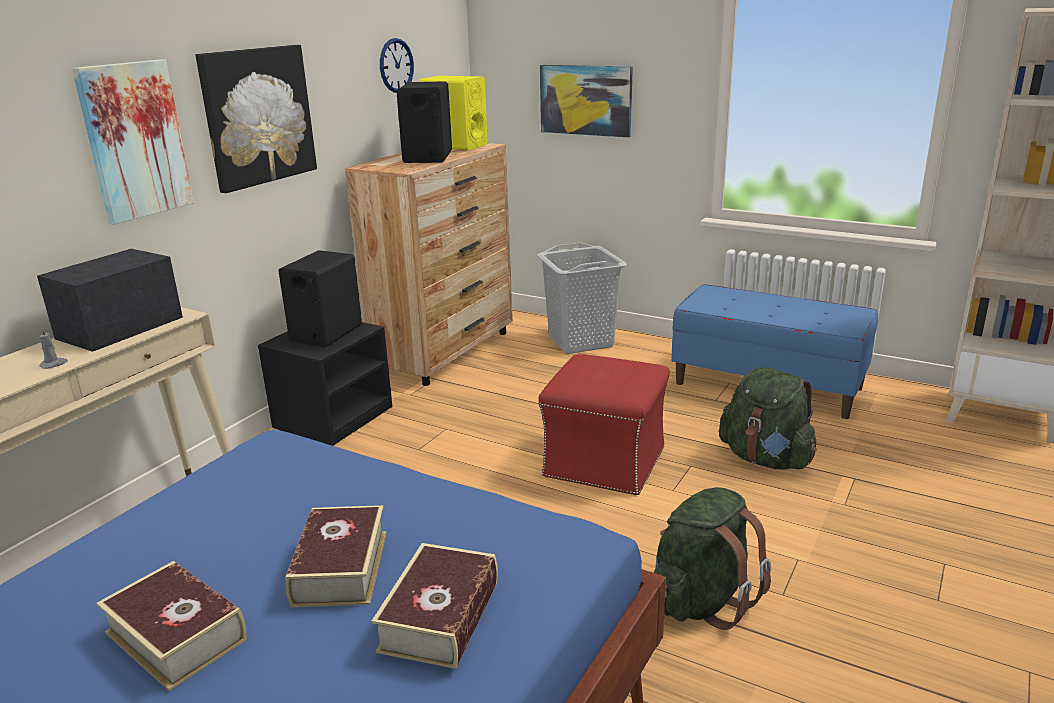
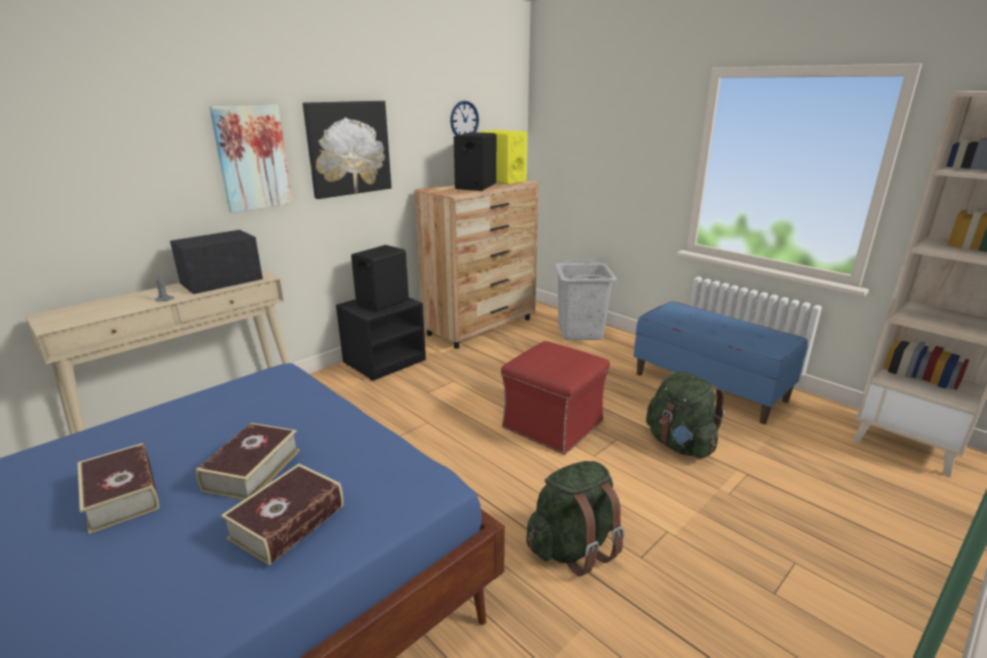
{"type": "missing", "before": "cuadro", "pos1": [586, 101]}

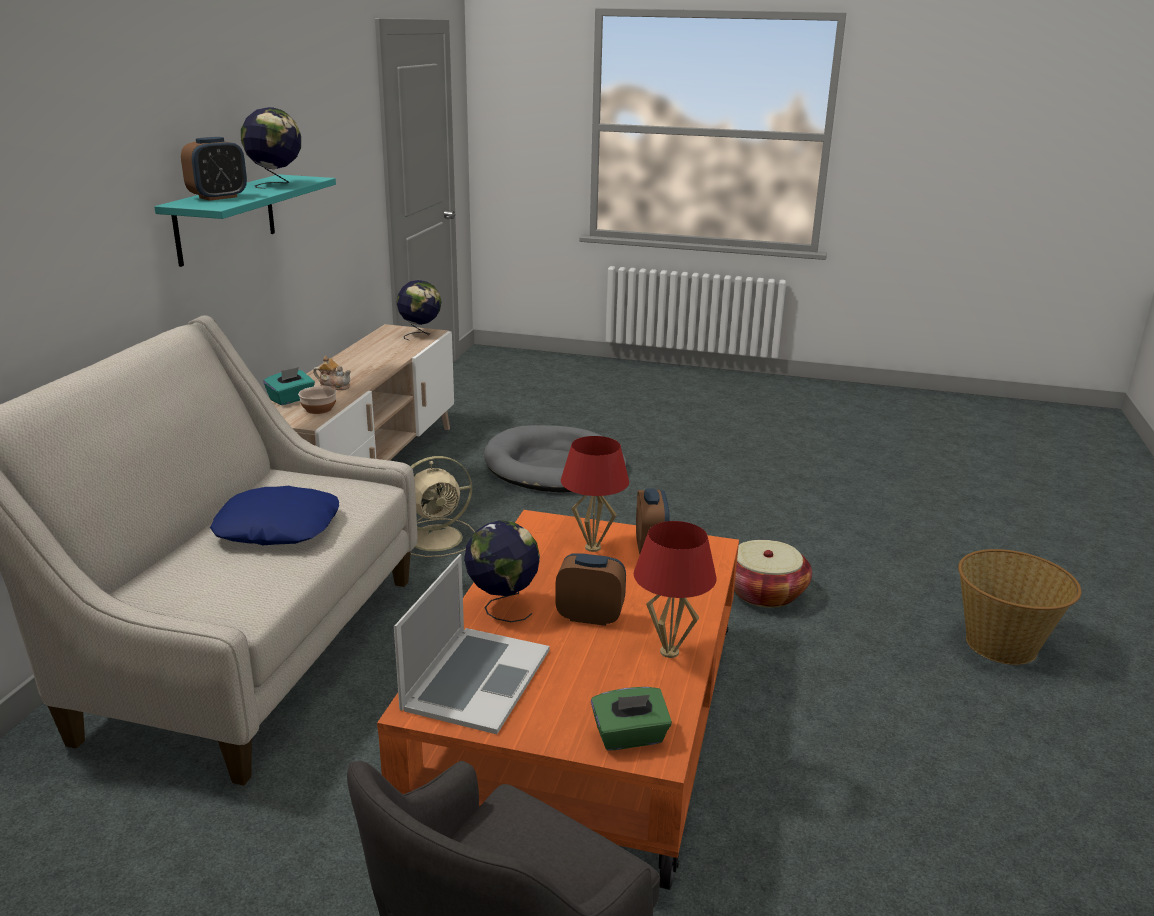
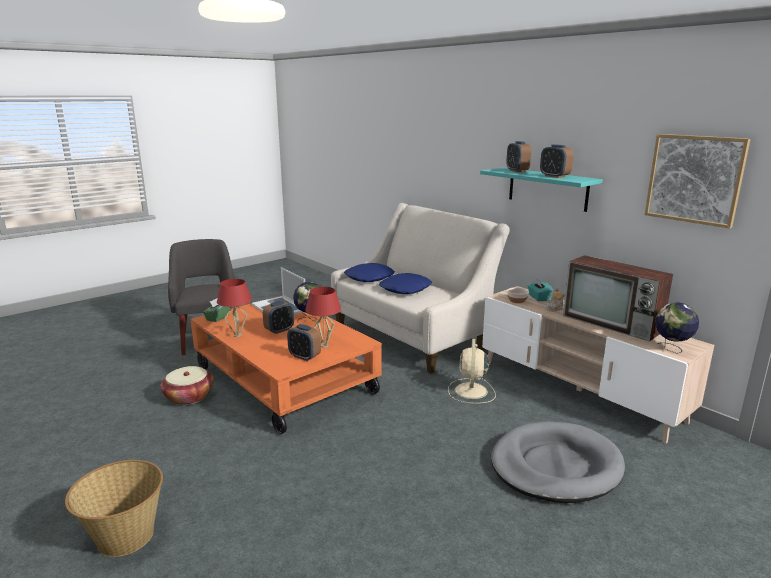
{"type": "appeared", "after": "cojín (azul)", "pos2": [369, 272]}
{"type": "appeared", "after": "televisor", "pos2": [618, 298]}
{"type": "appeared", "after": "cuadro", "pos2": [697, 181]}
{"type": "relocated", "before": "cesta", "pos1": [773, 574], "pos2": [187, 385]}
{"type": "exchanged", "before": "globo terráqueo", "after": "despertador", "pos1": [271, 148], "pos2": [556, 161]}

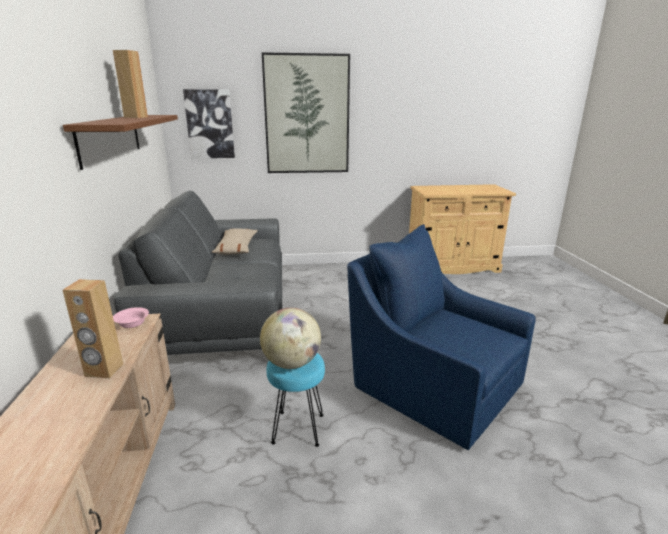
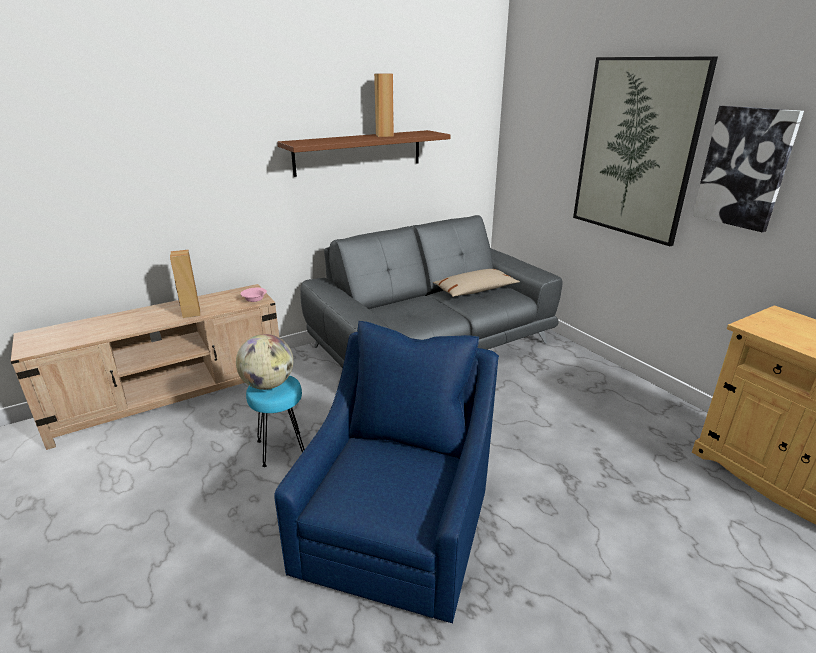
{"type": "relocated", "before": "cuadro", "pos1": [209, 123], "pos2": [748, 169]}

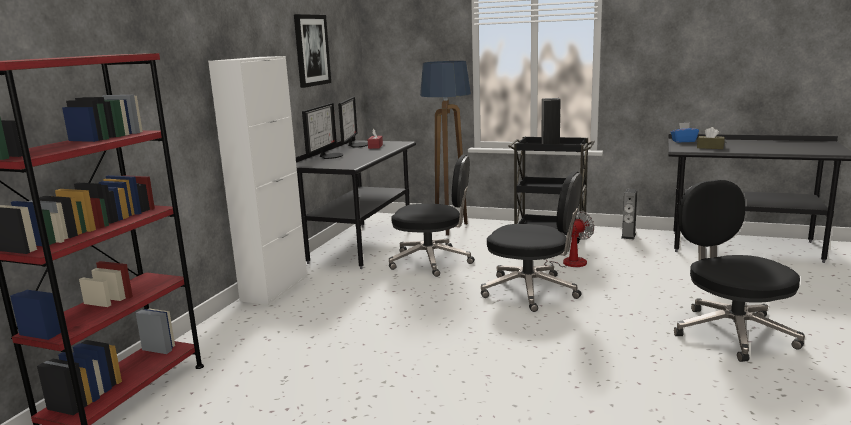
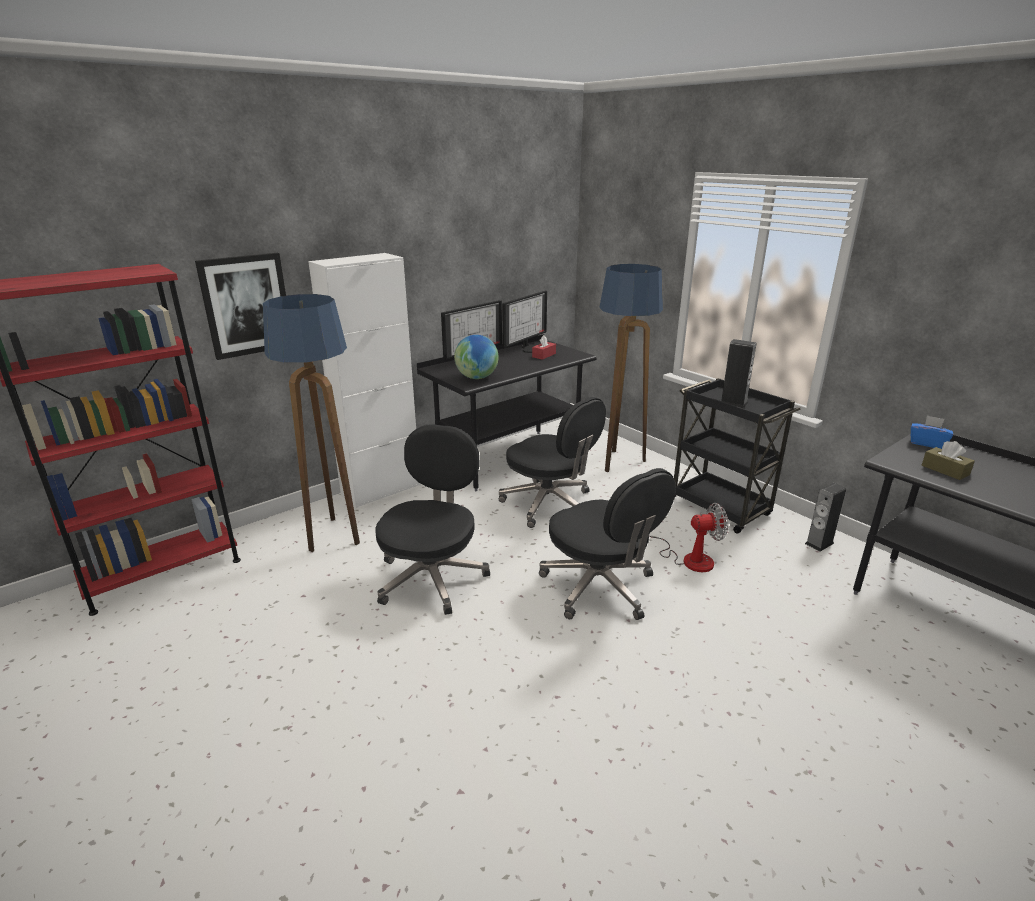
{"type": "appeared", "after": "lámpara de pie", "pos2": [311, 423]}
{"type": "appeared", "after": "globo terráqueo", "pos2": [476, 357]}
{"type": "relocated", "before": "cuadro", "pos1": [312, 51], "pos2": [240, 306]}
{"type": "relocated", "before": "silla de oficina (negro)", "pos1": [739, 271], "pos2": [432, 519]}

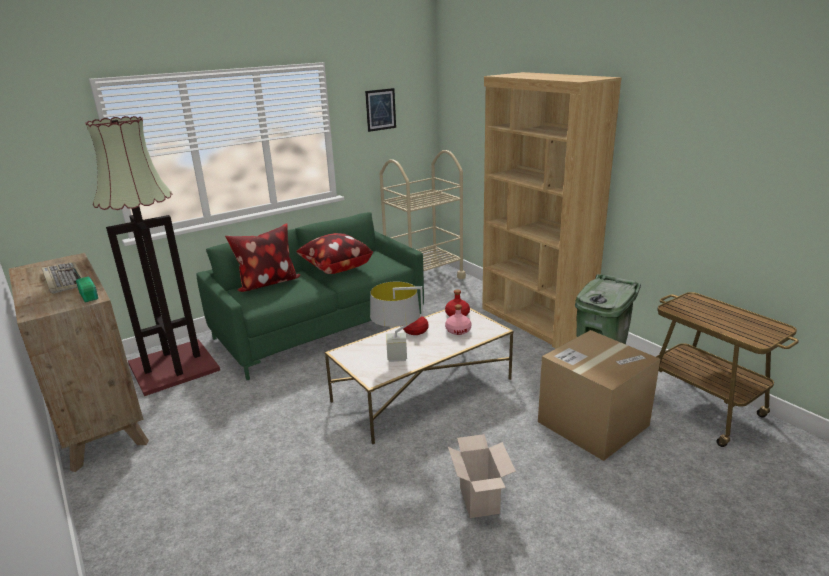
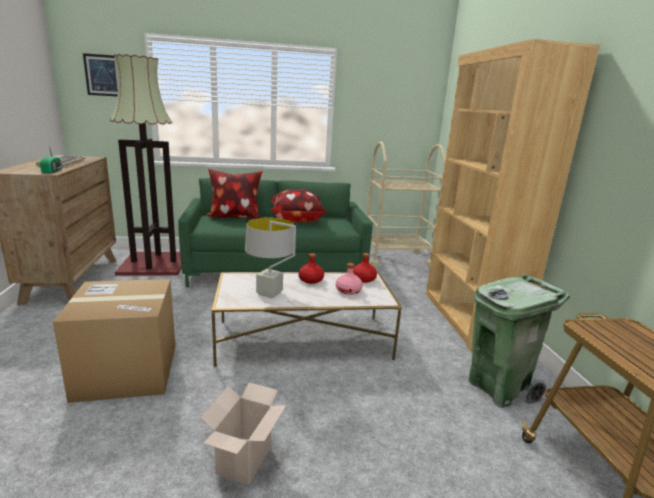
{"type": "relocated", "before": "cuadro", "pos1": [380, 110], "pos2": [100, 74]}
{"type": "relocated", "before": "caja de cartón", "pos1": [599, 395], "pos2": [114, 341]}

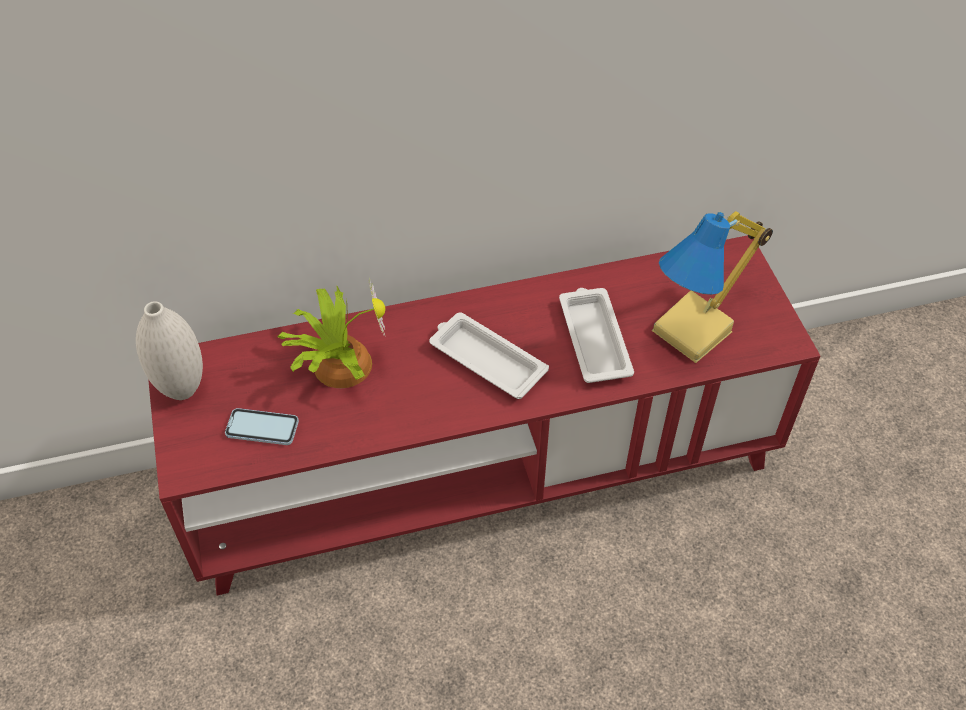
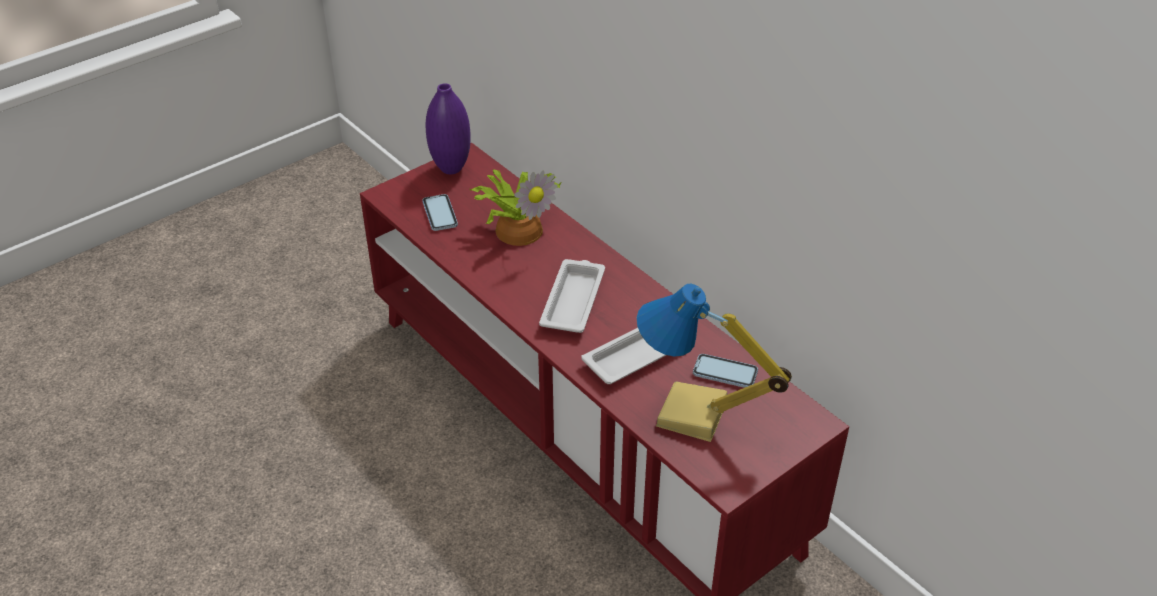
{"type": "appeared", "after": "móvil", "pos2": [725, 371]}
{"type": "colour", "before": "florero (blanco)", "after": "florero (morado)", "pos1": [169, 350], "pos2": [448, 128]}

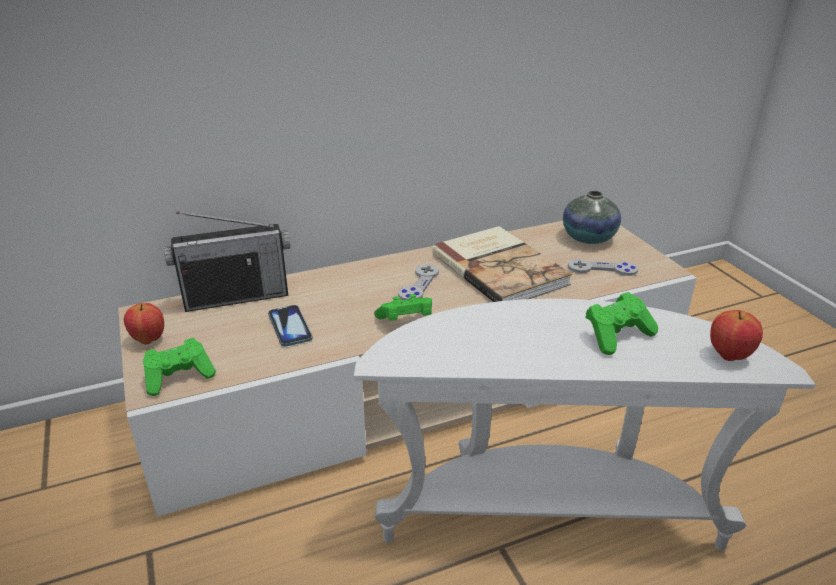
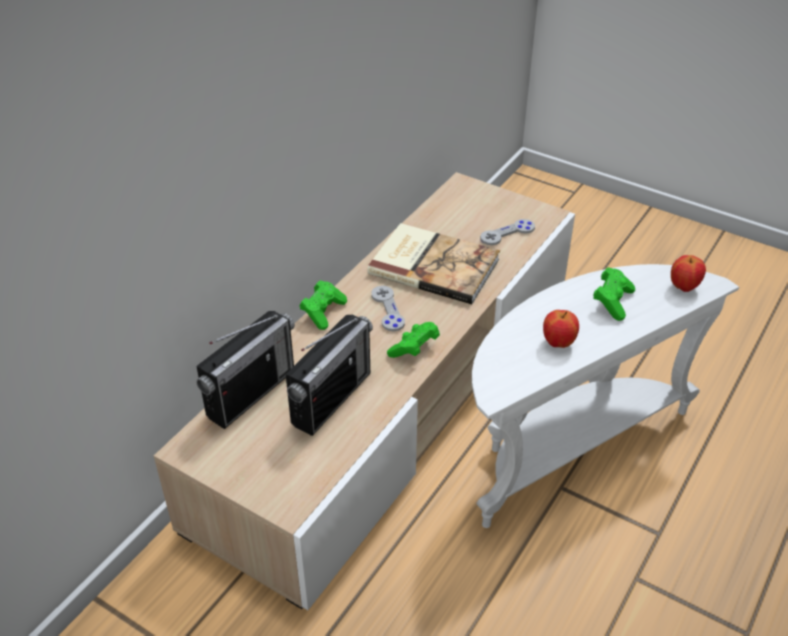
{"type": "missing", "before": "florero", "pos1": [592, 217]}
{"type": "relocated", "before": "manzana", "pos1": [144, 323], "pos2": [561, 329]}
{"type": "relocated", "before": "mando de consola (verde)", "pos1": [179, 367], "pos2": [323, 305]}
{"type": "exchanged", "before": "móvil", "after": "radio", "pos1": [290, 326], "pos2": [329, 375]}

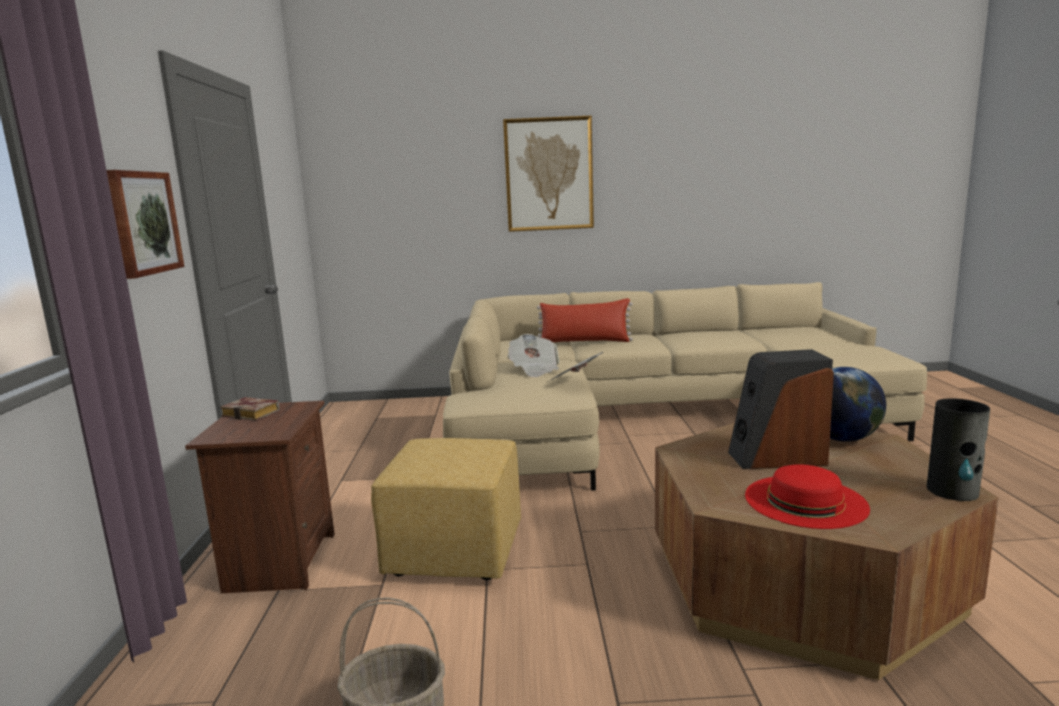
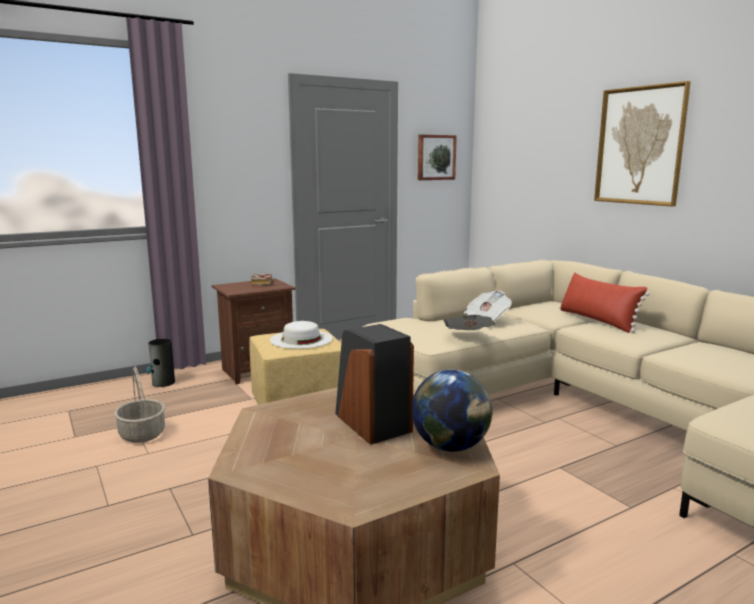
{"type": "missing", "before": "sombrero (rojo)", "pos1": [807, 496]}
{"type": "appeared", "after": "sombrero (blanco)", "pos2": [301, 335]}
{"type": "relocated", "before": "cuadro", "pos1": [145, 224], "pos2": [437, 157]}
{"type": "relocated", "before": "florero", "pos1": [958, 449], "pos2": [160, 363]}

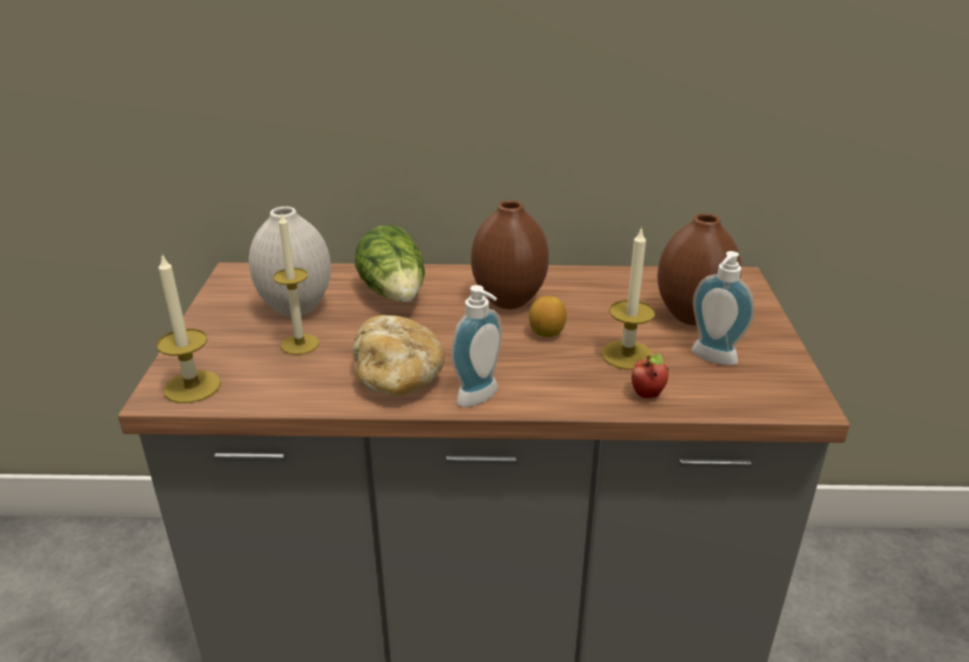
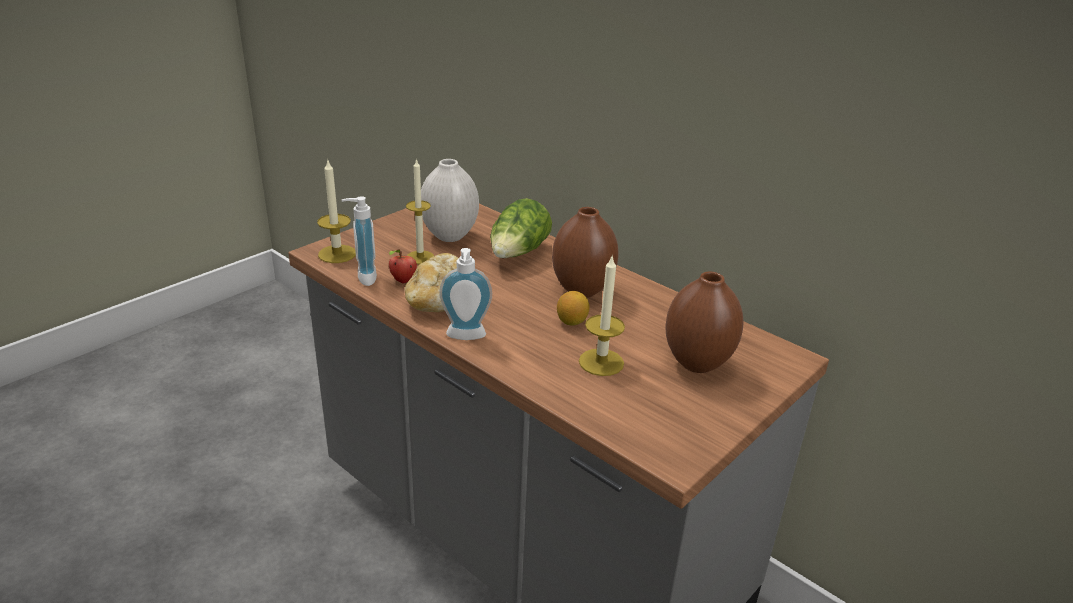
{"type": "relocated", "before": "manzana", "pos1": [650, 375], "pos2": [403, 266]}
{"type": "relocated", "before": "dispensador de jabón", "pos1": [723, 308], "pos2": [359, 241]}

